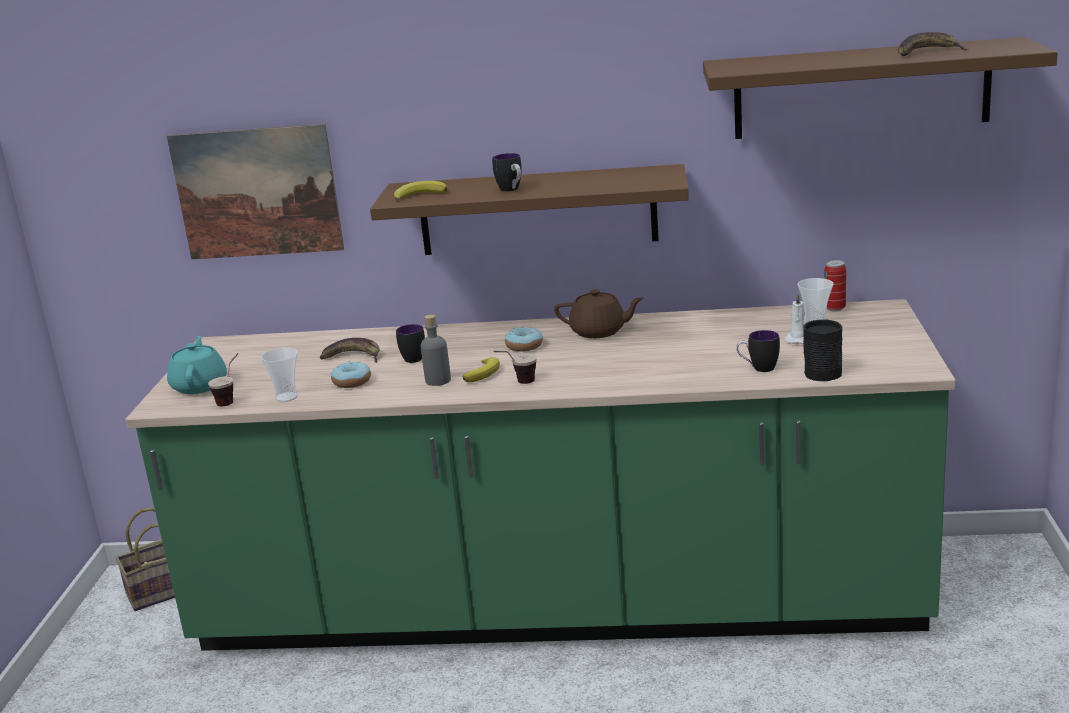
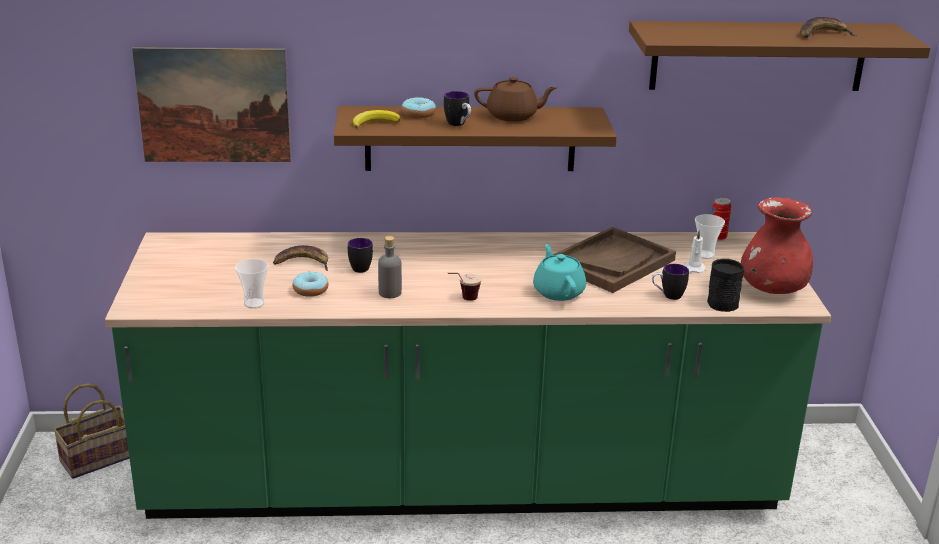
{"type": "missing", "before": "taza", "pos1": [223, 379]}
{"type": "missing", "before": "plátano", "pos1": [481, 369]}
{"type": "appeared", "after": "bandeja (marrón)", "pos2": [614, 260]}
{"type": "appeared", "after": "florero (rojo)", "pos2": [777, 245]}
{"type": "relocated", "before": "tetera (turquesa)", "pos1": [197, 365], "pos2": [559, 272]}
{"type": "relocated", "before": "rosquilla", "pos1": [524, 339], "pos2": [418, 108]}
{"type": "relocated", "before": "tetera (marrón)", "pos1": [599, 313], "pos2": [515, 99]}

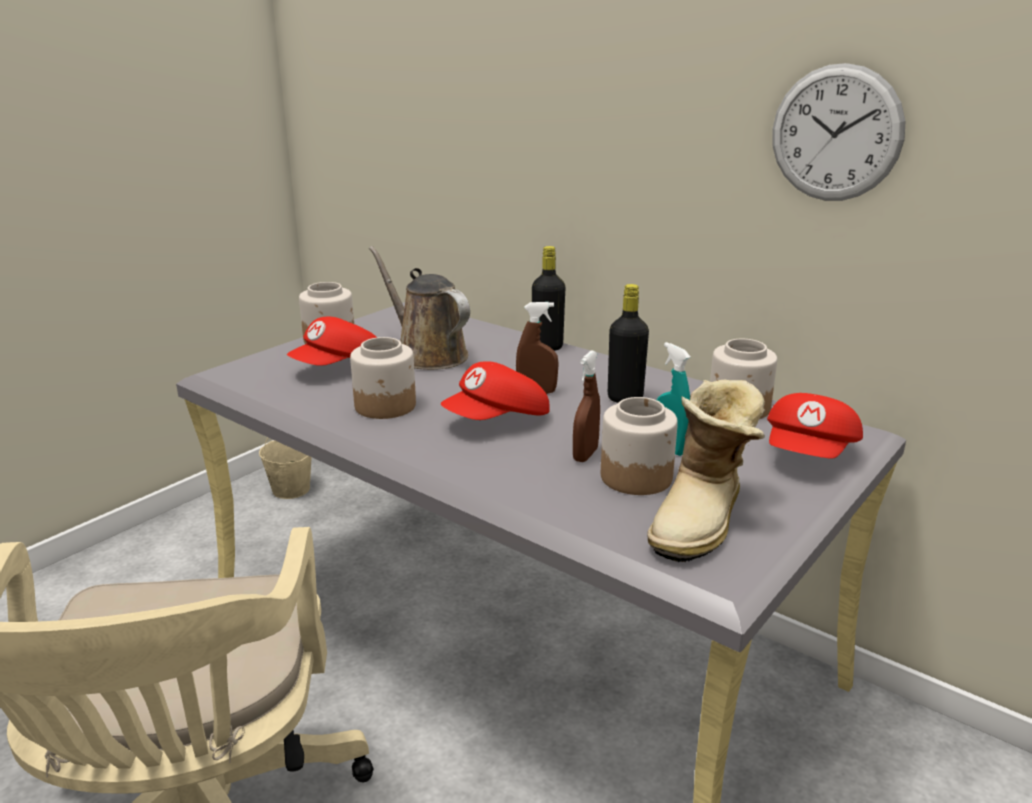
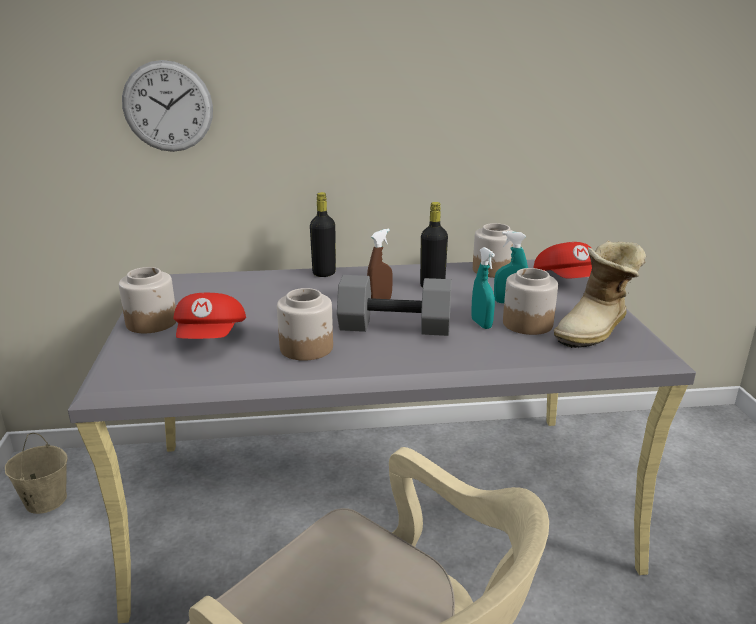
{"type": "missing", "before": "regadera (marrón)", "pos1": [419, 308]}
{"type": "relocated", "before": "reloj de pared", "pos1": [838, 132], "pos2": [167, 106]}
{"type": "exchanged", "before": "gorra (rojo)", "after": "mancuerna (gris)", "pos1": [495, 390], "pos2": [394, 305]}
{"type": "colour", "before": "pulverizador (marrón)", "after": "pulverizador (turquesa)", "pos1": [586, 406], "pos2": [483, 288]}
{"type": "spun", "before": "bota", "pos1": [706, 471], "pos2": [600, 294], "turn": 60}

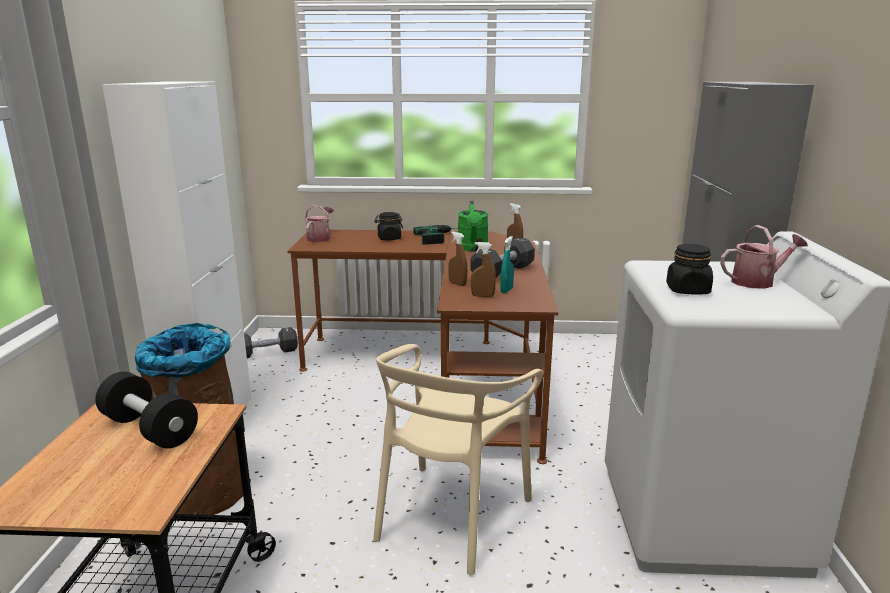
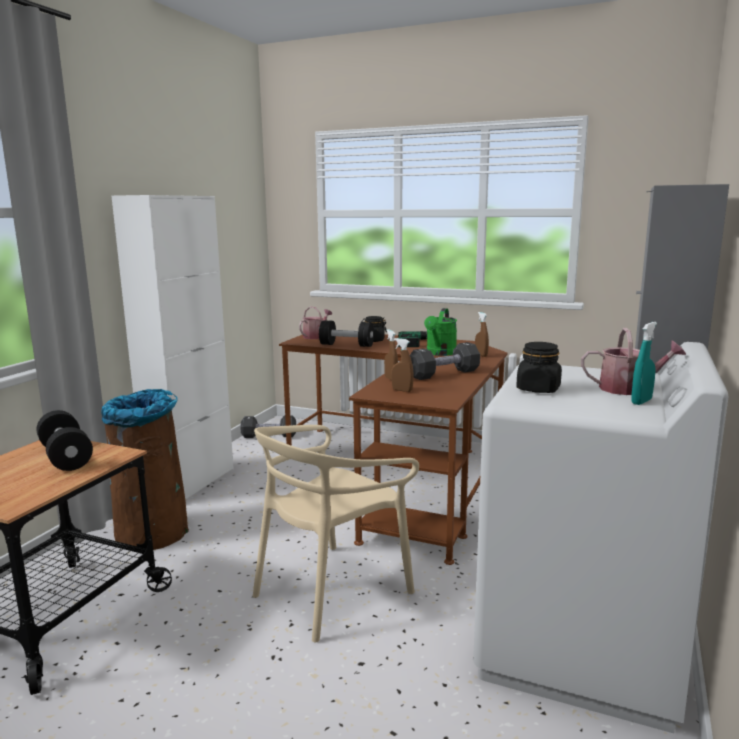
{"type": "appeared", "after": "mancuerna (negro)", "pos2": [346, 333]}
{"type": "relocated", "before": "pulverizador (turquesa)", "pos1": [507, 264], "pos2": [644, 363]}

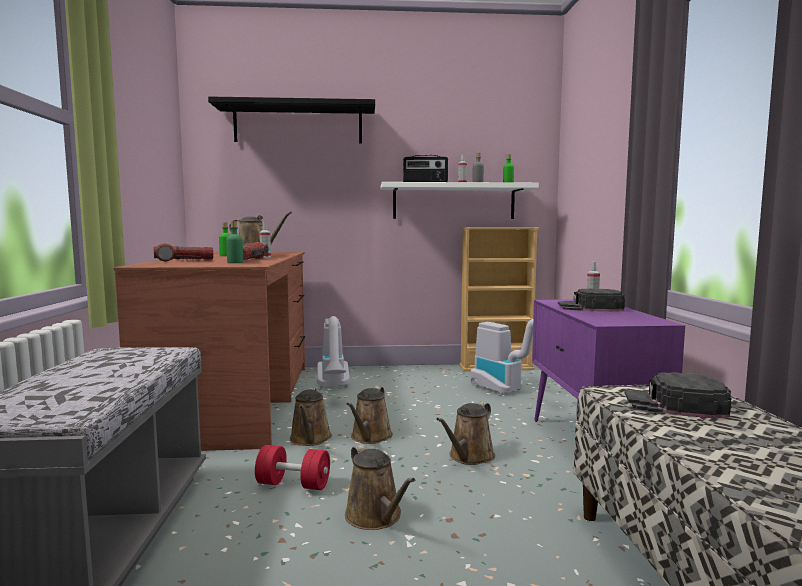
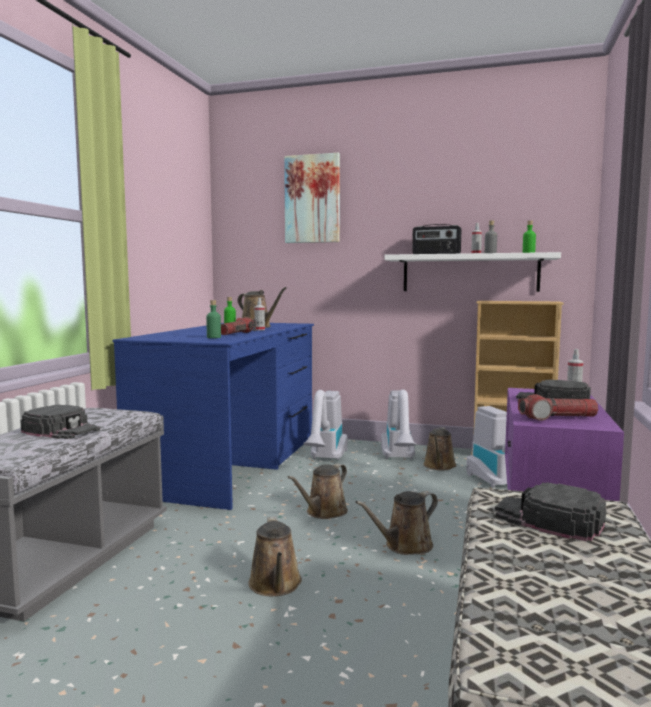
{"type": "missing", "before": "mancuerna (rojo)", "pos1": [292, 467]}
{"type": "appeared", "after": "gorra (negro)", "pos2": [60, 421]}
{"type": "appeared", "after": "aspiradora", "pos2": [398, 424]}
{"type": "relocated", "before": "linterna", "pos1": [183, 252], "pos2": [558, 407]}
{"type": "relocated", "before": "regadera (marrón)", "pos1": [311, 417], "pos2": [440, 448]}
{"type": "exchanged", "before": "estante (negro)", "after": "cuadro", "pos1": [291, 119], "pos2": [312, 198]}
{"type": "colour", "before": "escritorio (marrón)", "after": "escritorio (azul)", "pos1": [209, 351], "pos2": [213, 416]}

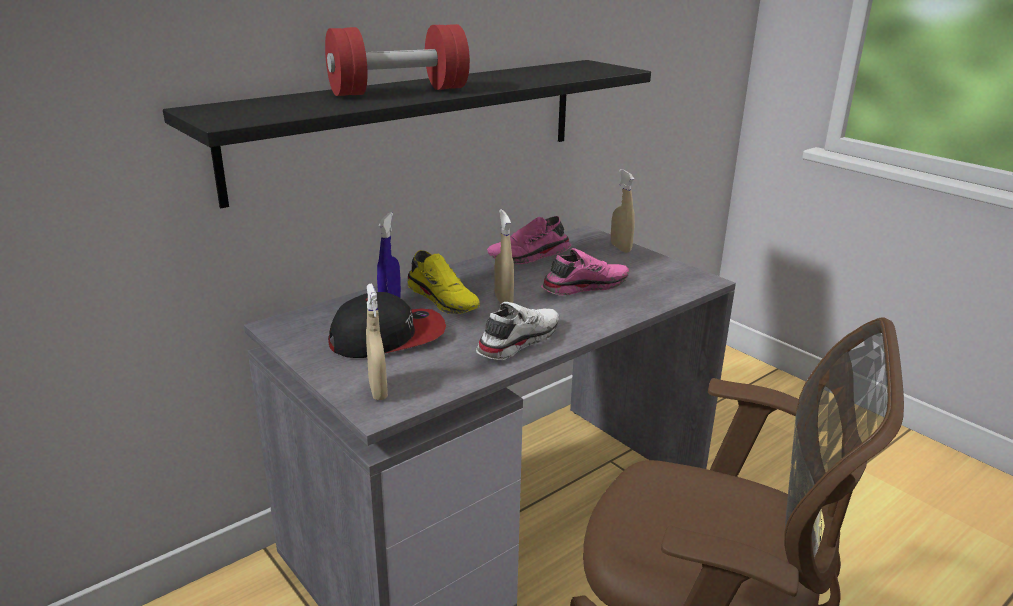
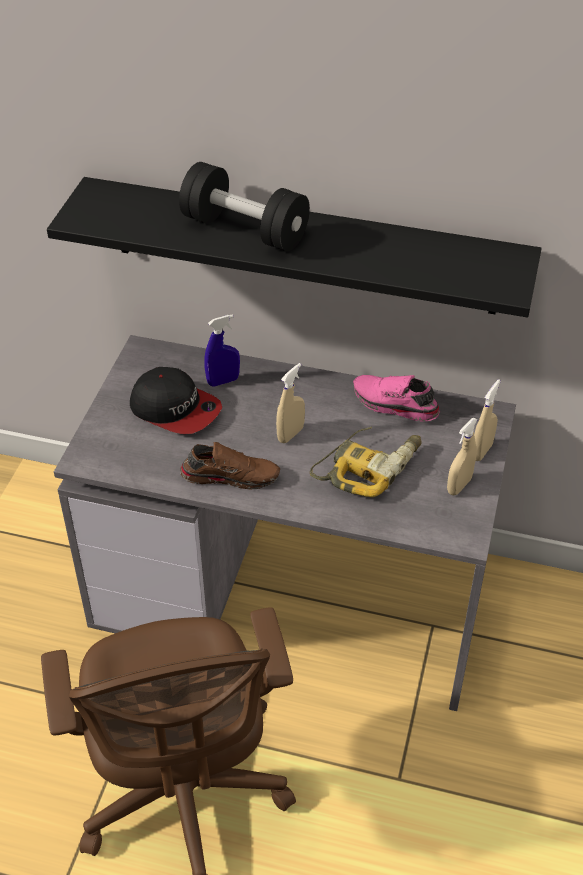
{"type": "missing", "before": "zapato (amarillo)", "pos1": [443, 282]}
{"type": "relocated", "before": "pulverizador (beis)", "pos1": [377, 342], "pos2": [462, 456]}
{"type": "exchanged", "before": "zapato (rosa)", "after": "taladro", "pos1": [585, 271], "pos2": [366, 462]}
{"type": "colour", "before": "mancuerna (rojo)", "after": "mancuerna (negro)", "pos1": [397, 60], "pos2": [244, 206]}
{"type": "colour", "before": "zapato (blanco)", "after": "zapato (marrón)", "pos1": [517, 331], "pos2": [230, 466]}

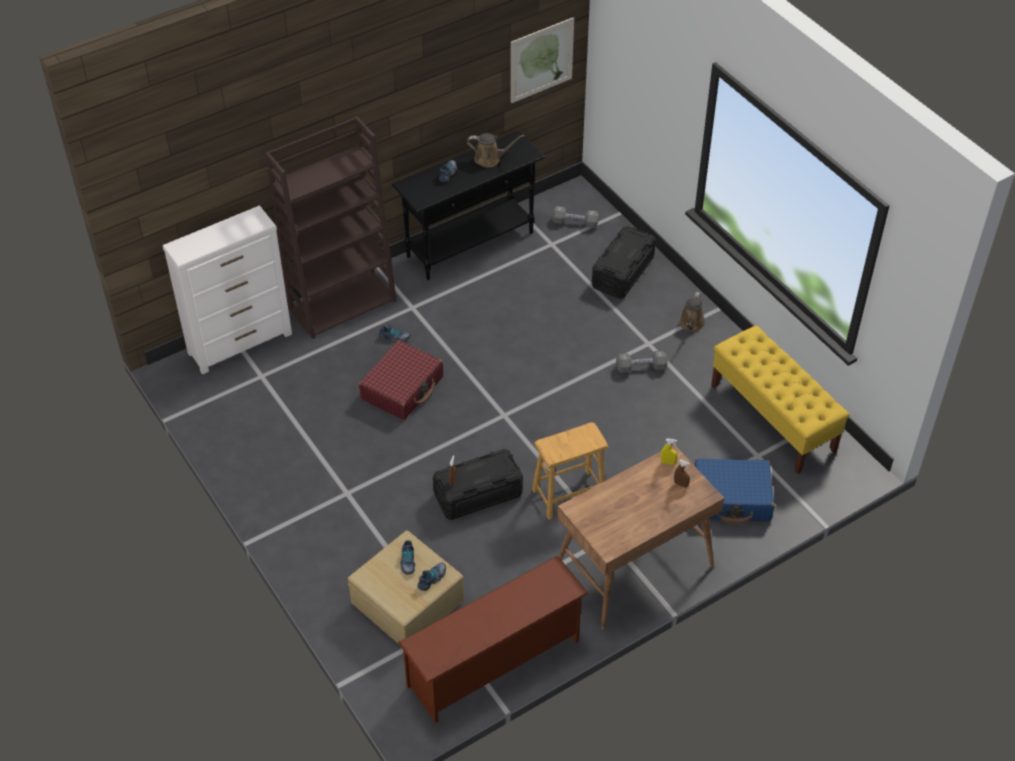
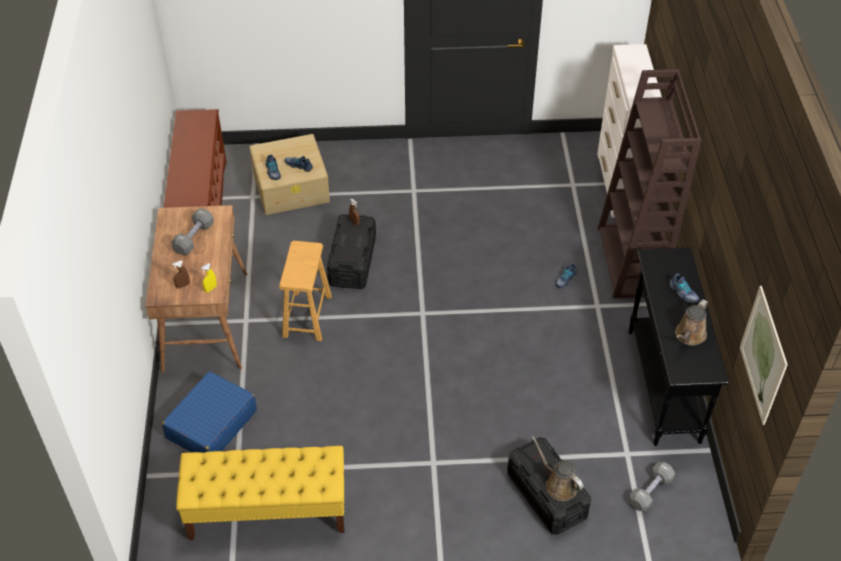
{"type": "missing", "before": "maleta (rojo)", "pos1": [401, 380]}
{"type": "relocated", "before": "mancuerna (gris)", "pos1": [642, 362], "pos2": [192, 231]}
{"type": "relocated", "before": "regadera (marrón)", "pos1": [692, 312], "pos2": [557, 468]}

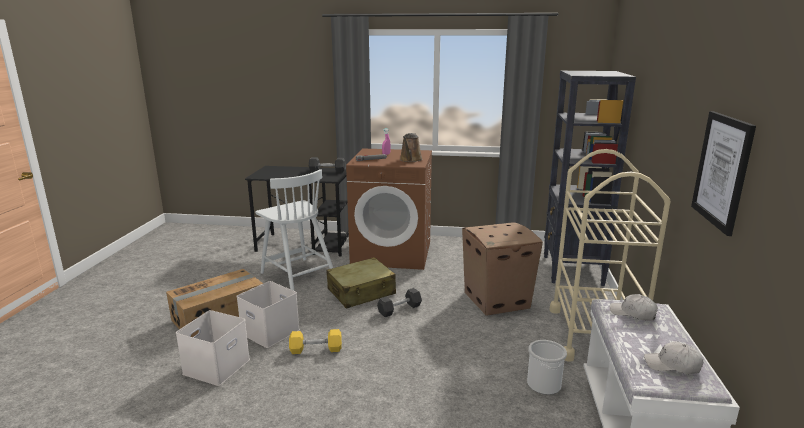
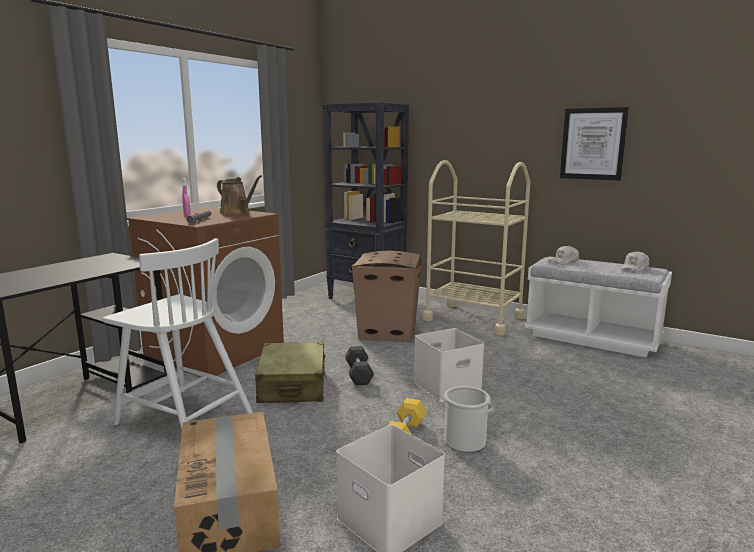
{"type": "missing", "before": "mancuerna (gris)", "pos1": [327, 165]}
{"type": "relocated", "before": "caja de almacenaje (blanco)", "pos1": [268, 314], "pos2": [449, 365]}
{"type": "relocated", "before": "cubo", "pos1": [547, 367], "pos2": [467, 419]}
{"type": "spun", "before": "silla (blanco)", "pos1": [294, 230], "pos2": [178, 334], "turn": 45}

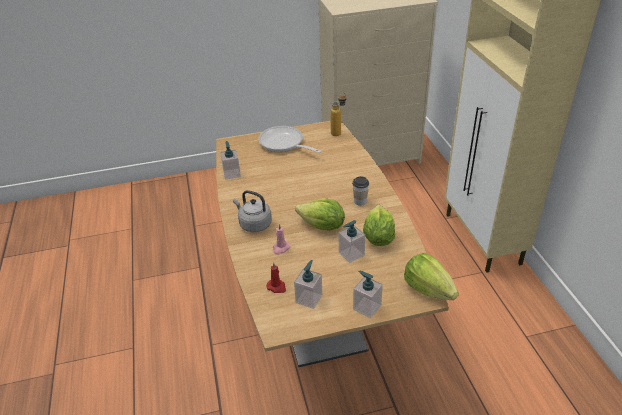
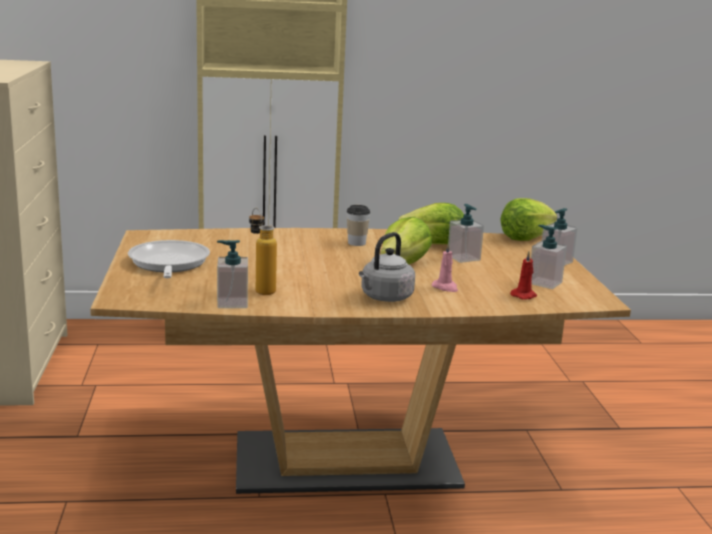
{"type": "relocated", "before": "botella", "pos1": [338, 114], "pos2": [263, 251]}
{"type": "spun", "before": "sartén", "pos1": [290, 139], "pos2": [169, 259], "turn": 120}

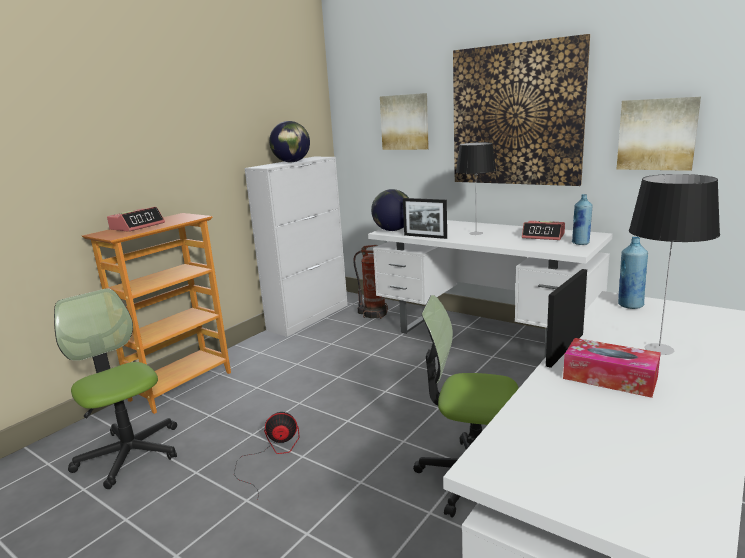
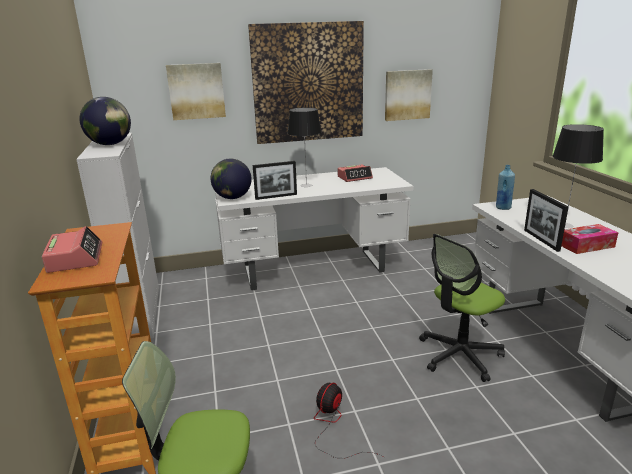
{"type": "missing", "before": "extintor", "pos1": [370, 282]}
{"type": "missing", "before": "botella (azul)", "pos1": [582, 219]}

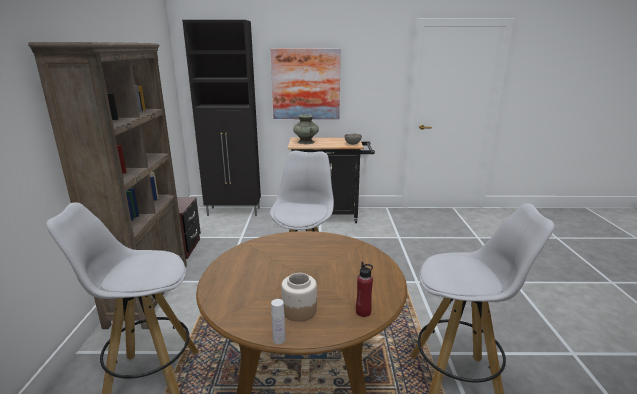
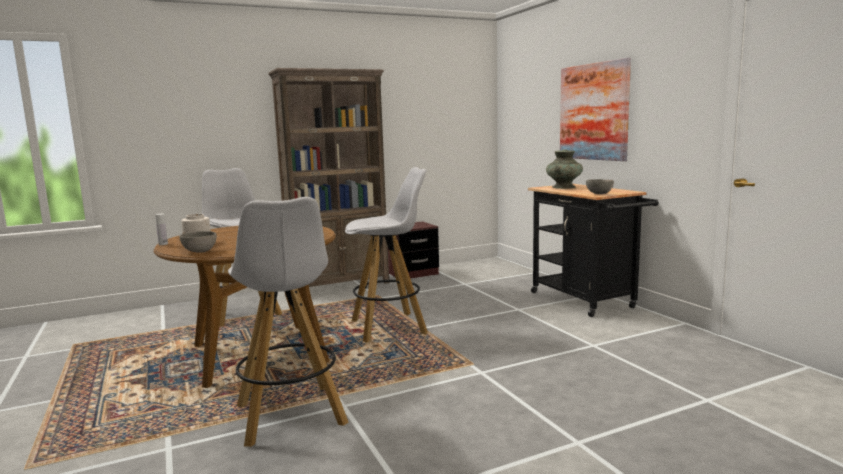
{"type": "missing", "before": "armario (negro)", "pos1": [221, 118]}
{"type": "exchanged", "before": "botella (rojo)", "after": "cuenco (gris)", "pos1": [364, 289], "pos2": [198, 242]}

